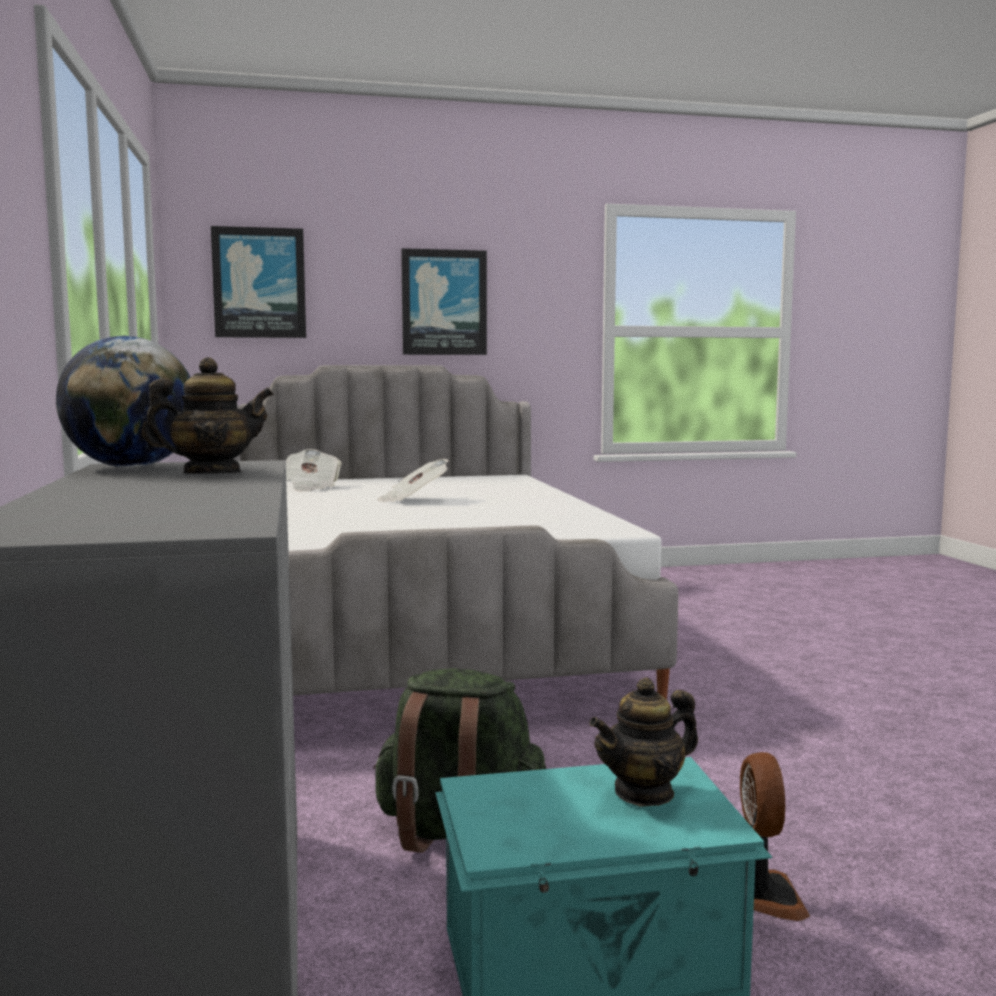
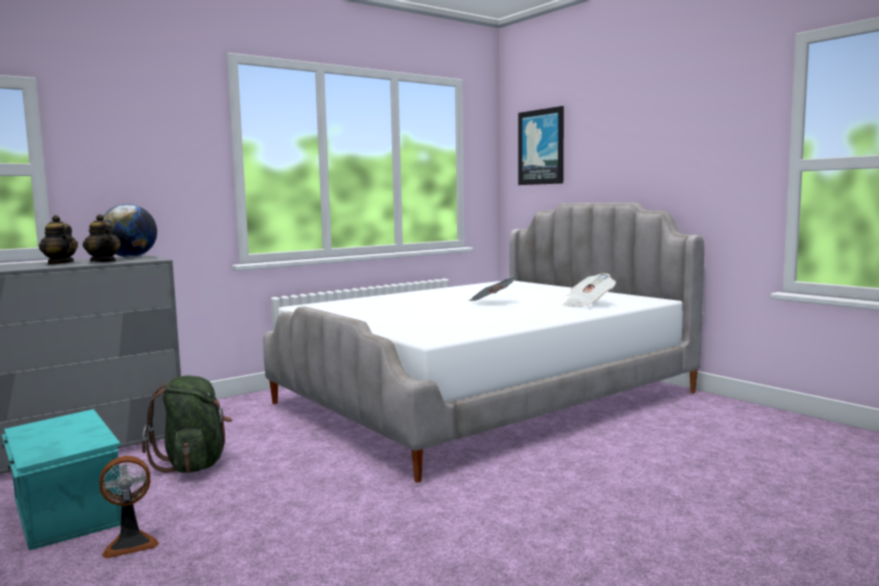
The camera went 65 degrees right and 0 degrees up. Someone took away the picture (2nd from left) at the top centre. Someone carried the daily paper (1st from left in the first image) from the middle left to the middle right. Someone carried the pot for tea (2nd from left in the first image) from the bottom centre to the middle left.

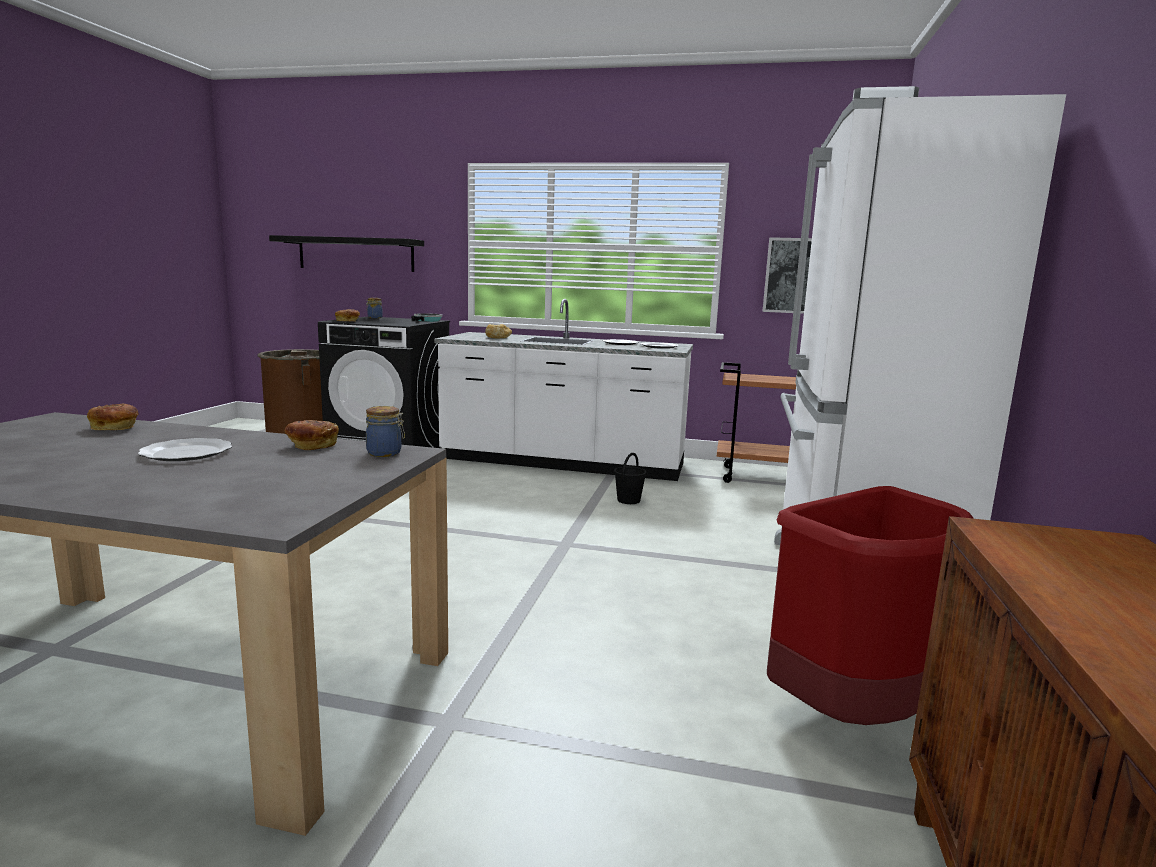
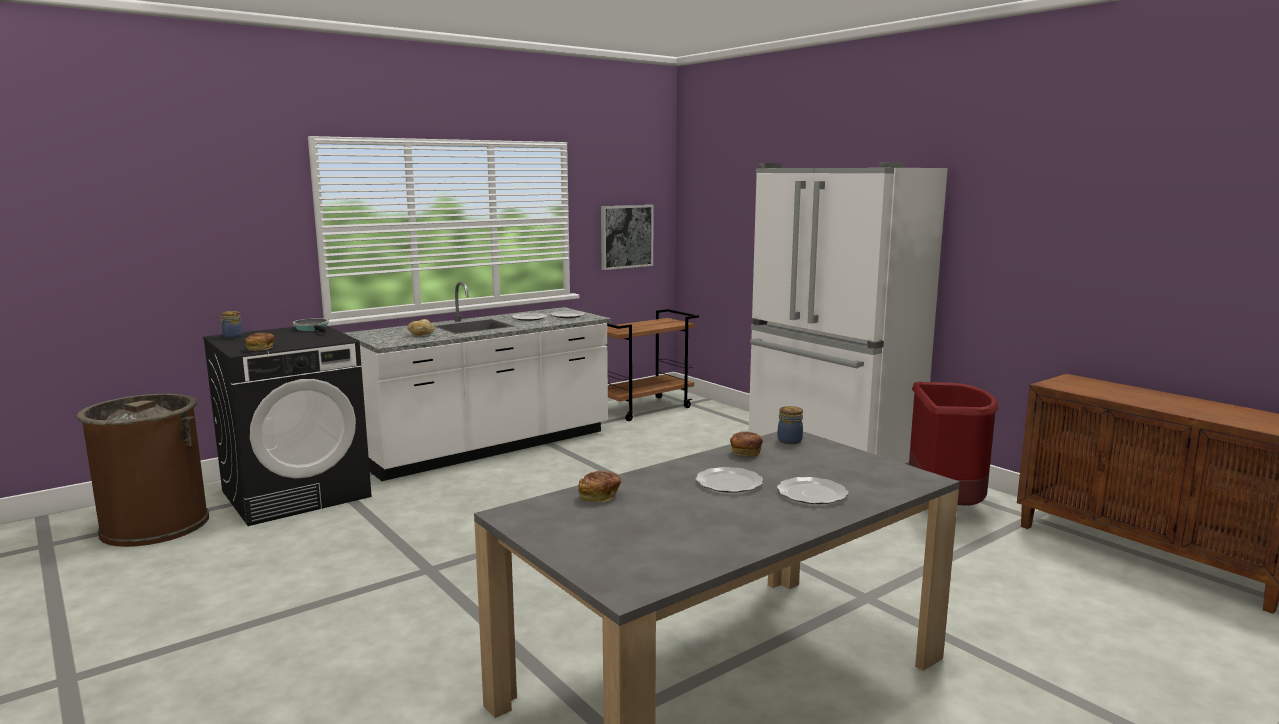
The camera went 50 degrees left and 0 degrees up. Someone took away the shelf (black-coloured) at the top left. Someone took away the bucket (black-coloured) at the centre. Someone put down the plate (4th from left) at the bottom centre.

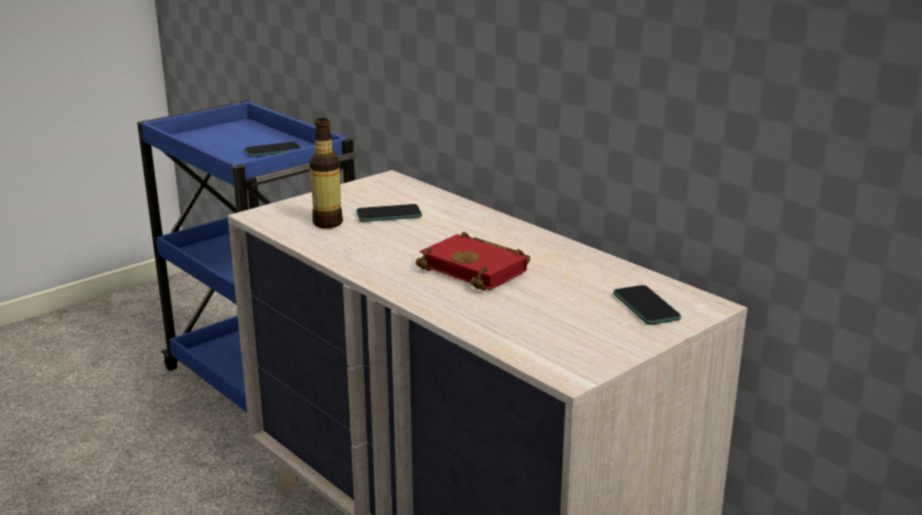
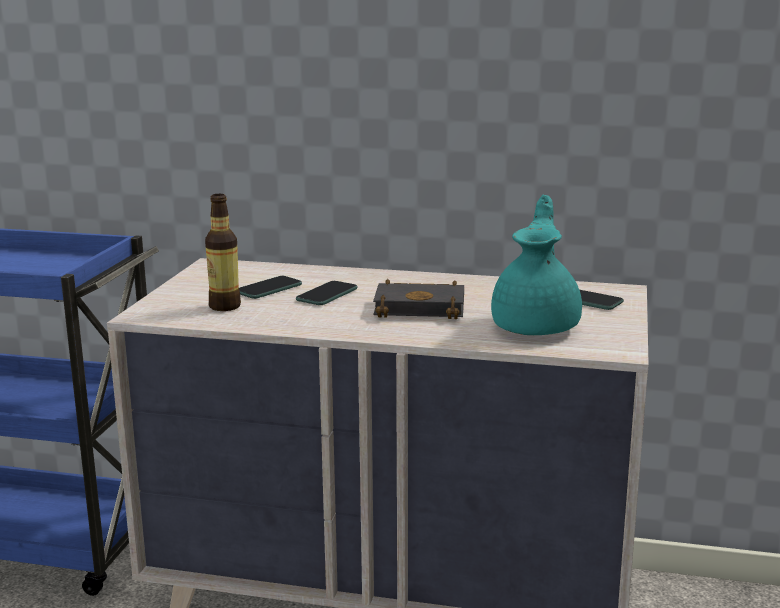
The camera went 35 degrees left and 5 degrees down. Someone put down the pot for tea (turquoise) at the middle right. Someone carried the handset (1st from left in the first image) from the top left to the centre. Someone repainted the volume (red-coloured) at the centre, which became the volume (black-coloured) at the centre.

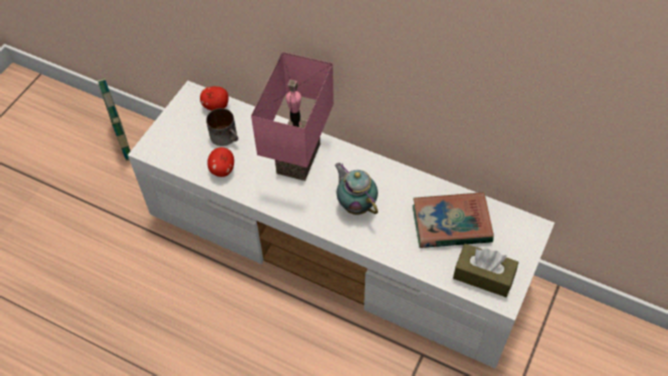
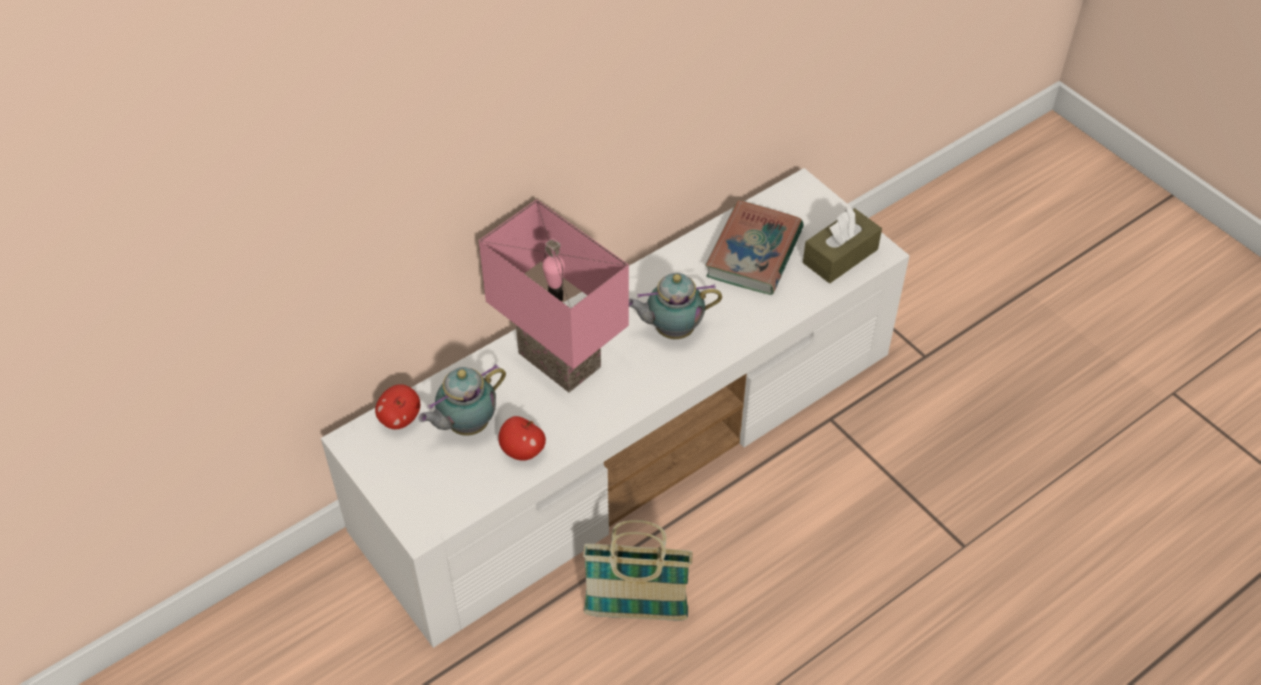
The camera went 65 degrees left and 5 degrees down. Someone carried the basket from the top left to the bottom centre. Someone swapped the coffee mug at the middle left for the pot for tea (1st from left) at the centre.

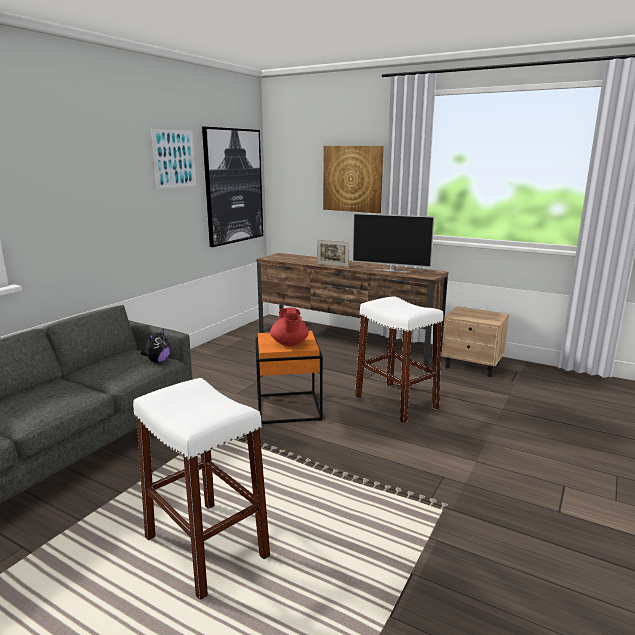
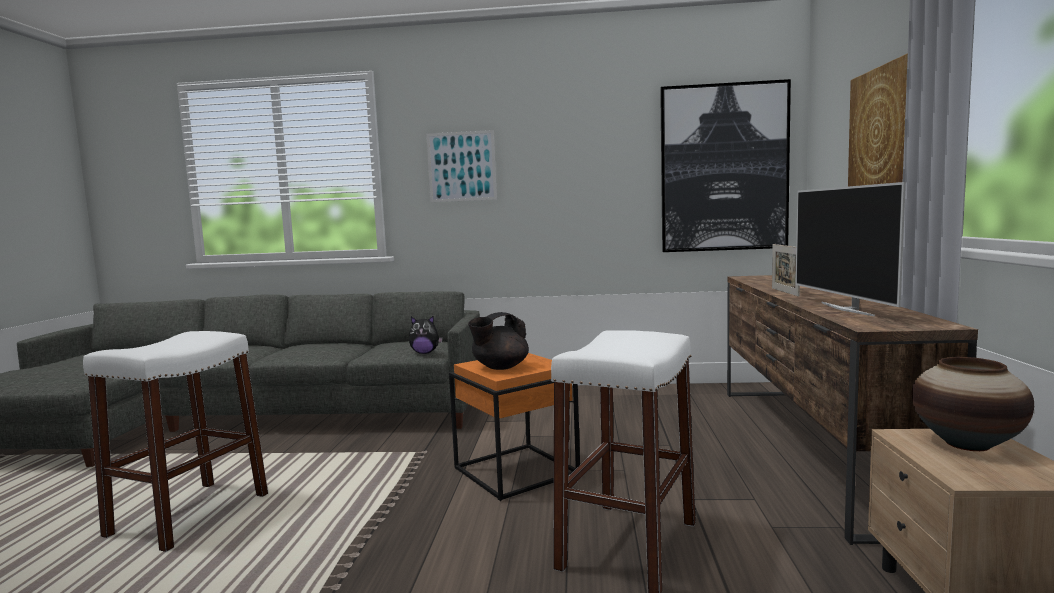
The camera went 65 degrees right and 10 degrees down. Someone put down the vase at the bottom right. Someone carried the picture (1st from left) from the top left to the top centre. Someone repainted the pot for tea (red-coloured) at the centre, which became the pot for tea (black-coloured) at the centre.

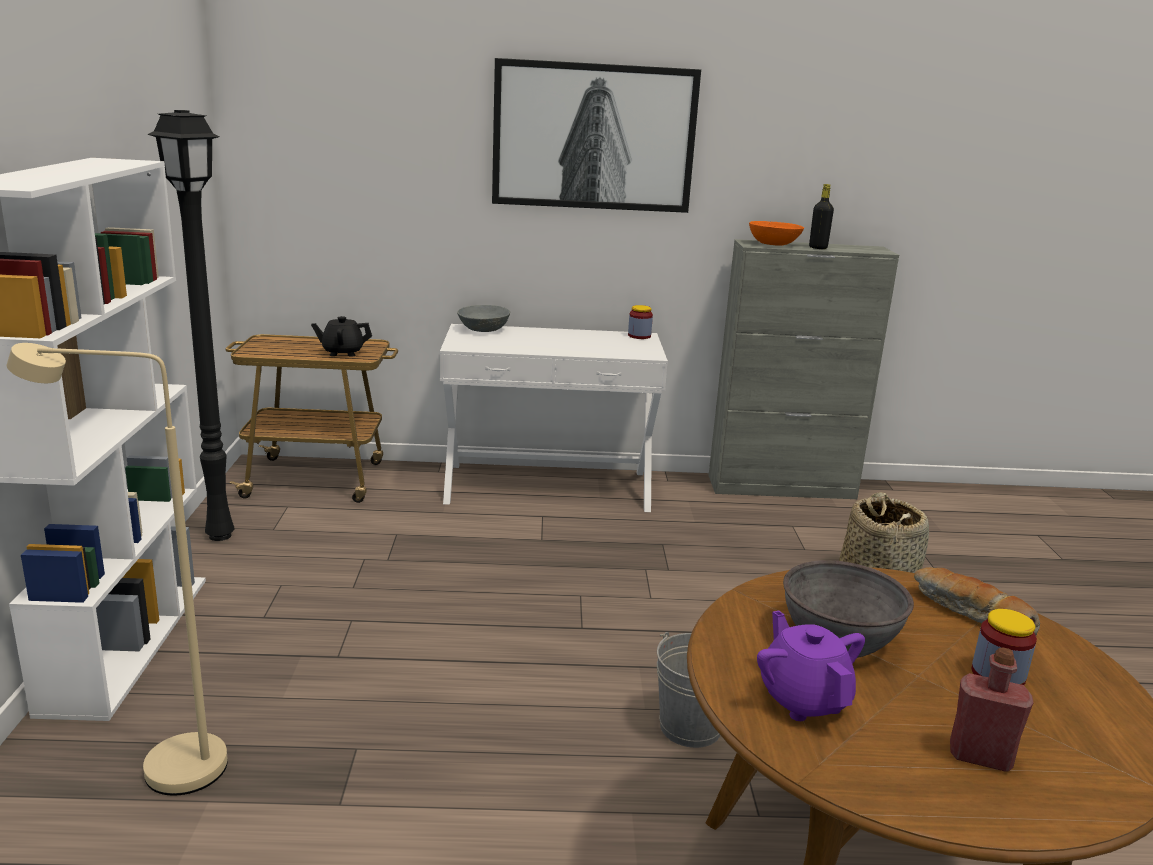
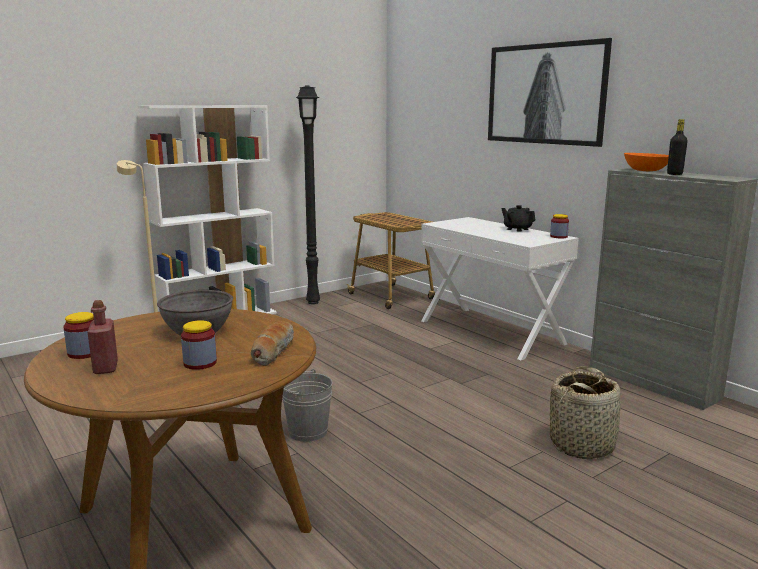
The camera went 55 degrees right and 5 degrees down. Someone took away the deep dish (gray) (1st from left) at the centre. Someone took away the pot for tea (purple) at the bottom right. Someone put down the jar (1st from left) at the middle left. Someone carried the pot for tea (black-coloured) from the middle left to the middle right.

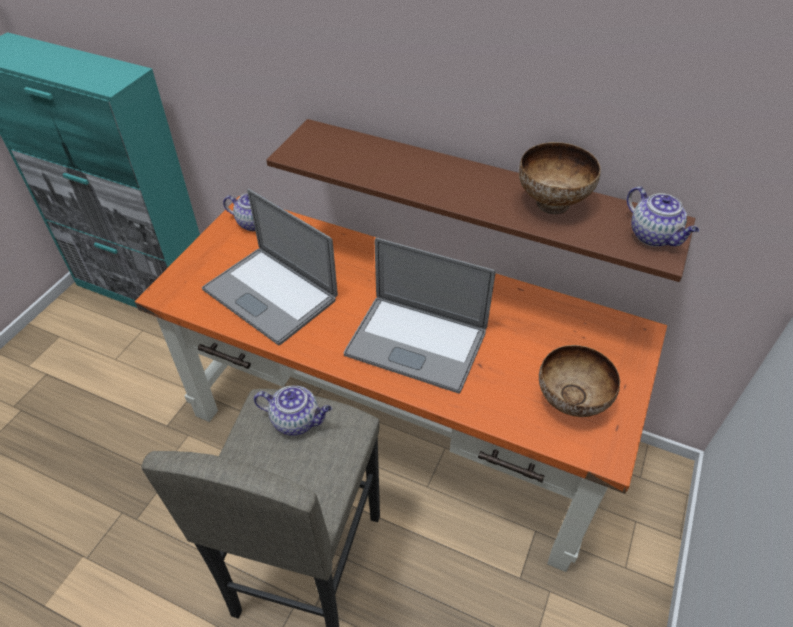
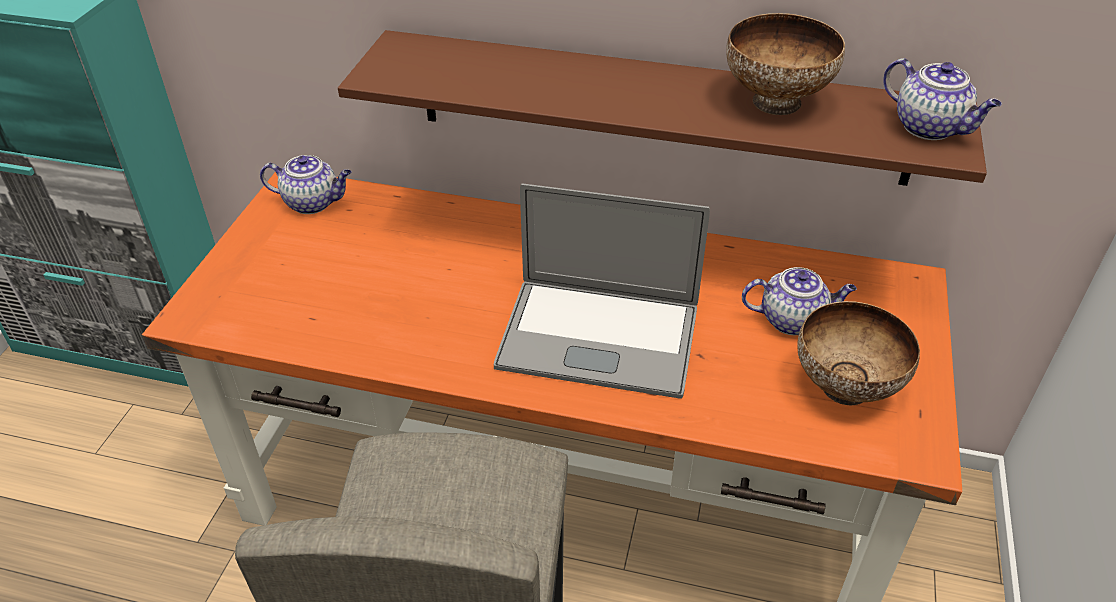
The camera went 10 degrees left and 5 degrees down. Someone took away the laptop (1st from left) at the centre. Someone carried the pot for tea (2nd from left) from the centre to the middle right.

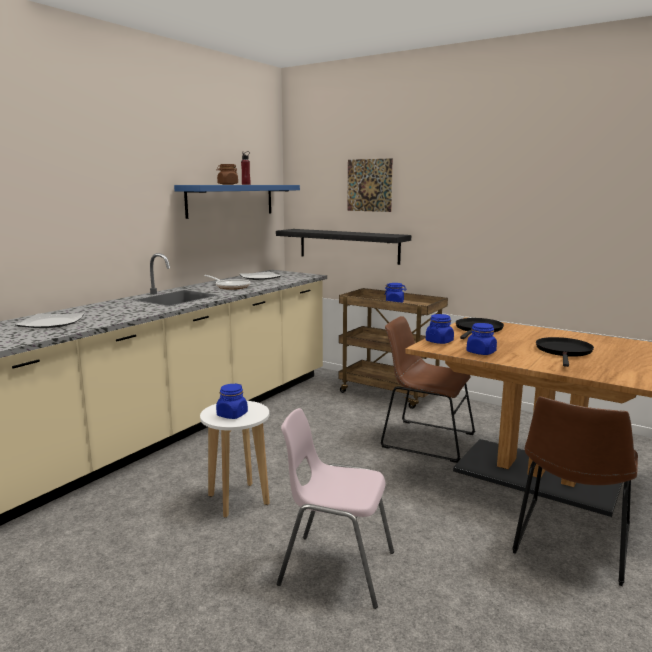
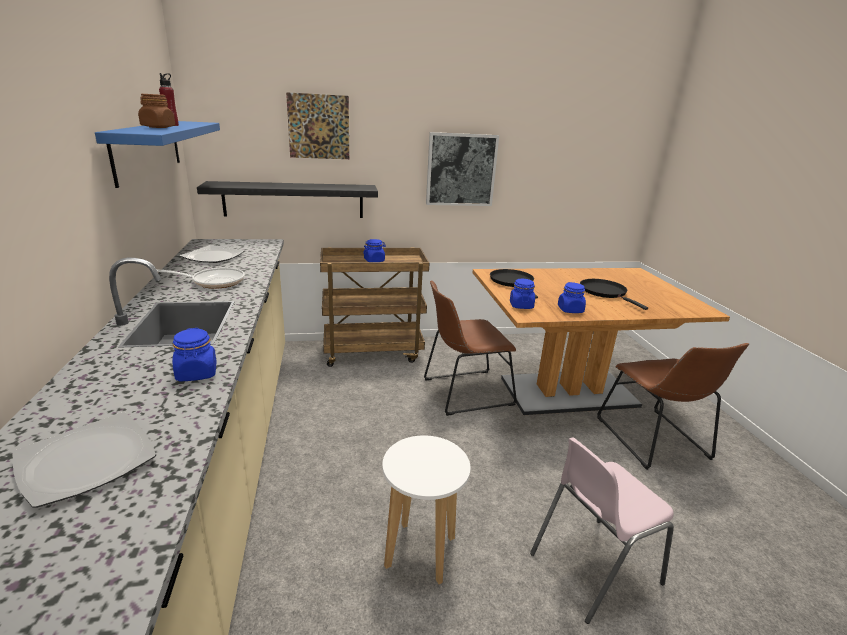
The camera went 45 degrees left and 10 degrees up. Someone put up the picture (2nd from left) at the top centre. Someone carried the jar (bluish) (1st from left) from the centre to the middle left.

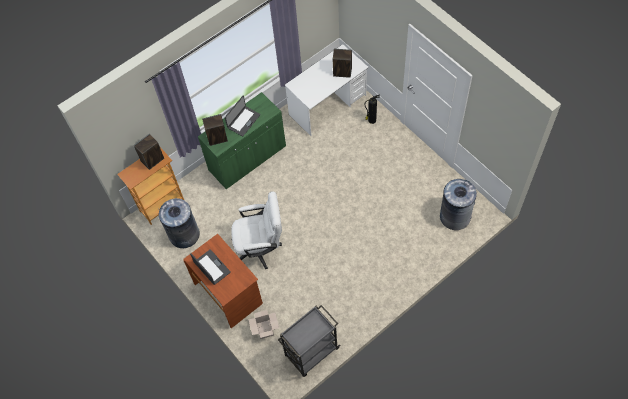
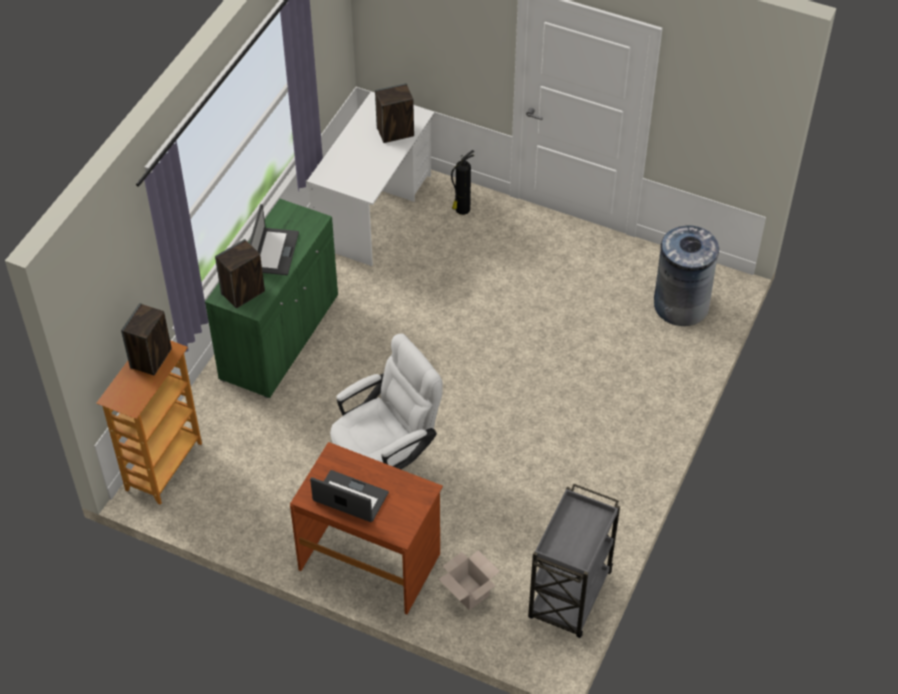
The camera went 30 degrees left and 10 degrees down. Someone took away the waste bin (gray) (1st from left) at the middle left.

